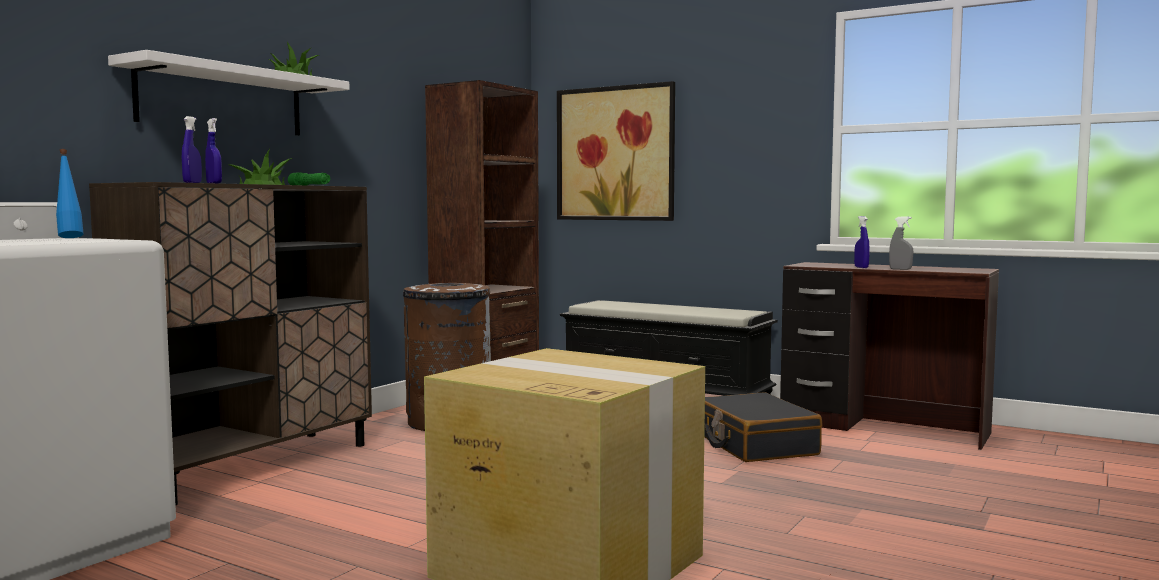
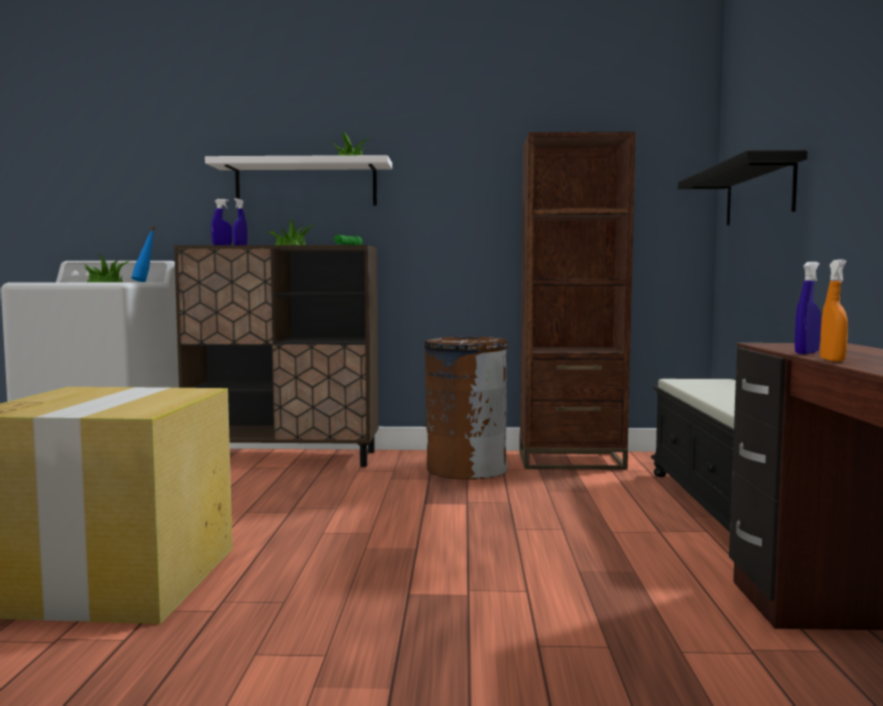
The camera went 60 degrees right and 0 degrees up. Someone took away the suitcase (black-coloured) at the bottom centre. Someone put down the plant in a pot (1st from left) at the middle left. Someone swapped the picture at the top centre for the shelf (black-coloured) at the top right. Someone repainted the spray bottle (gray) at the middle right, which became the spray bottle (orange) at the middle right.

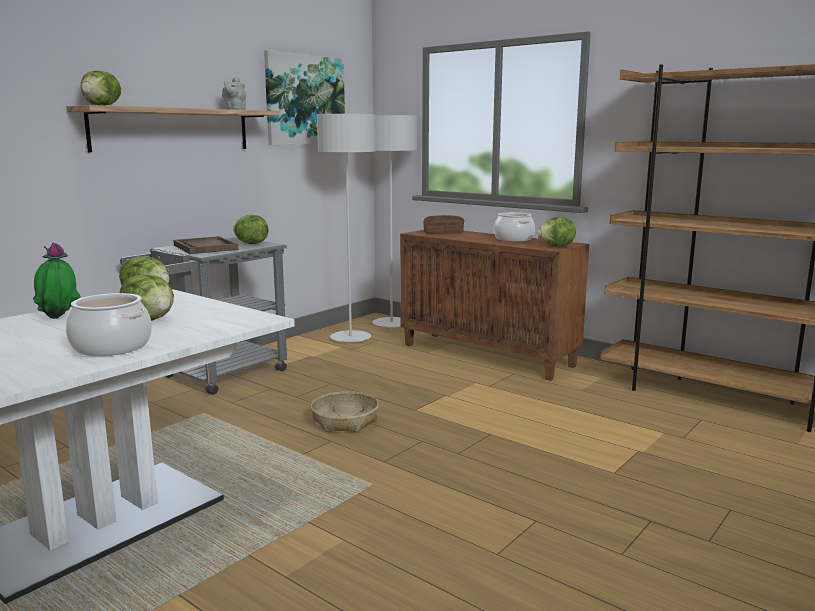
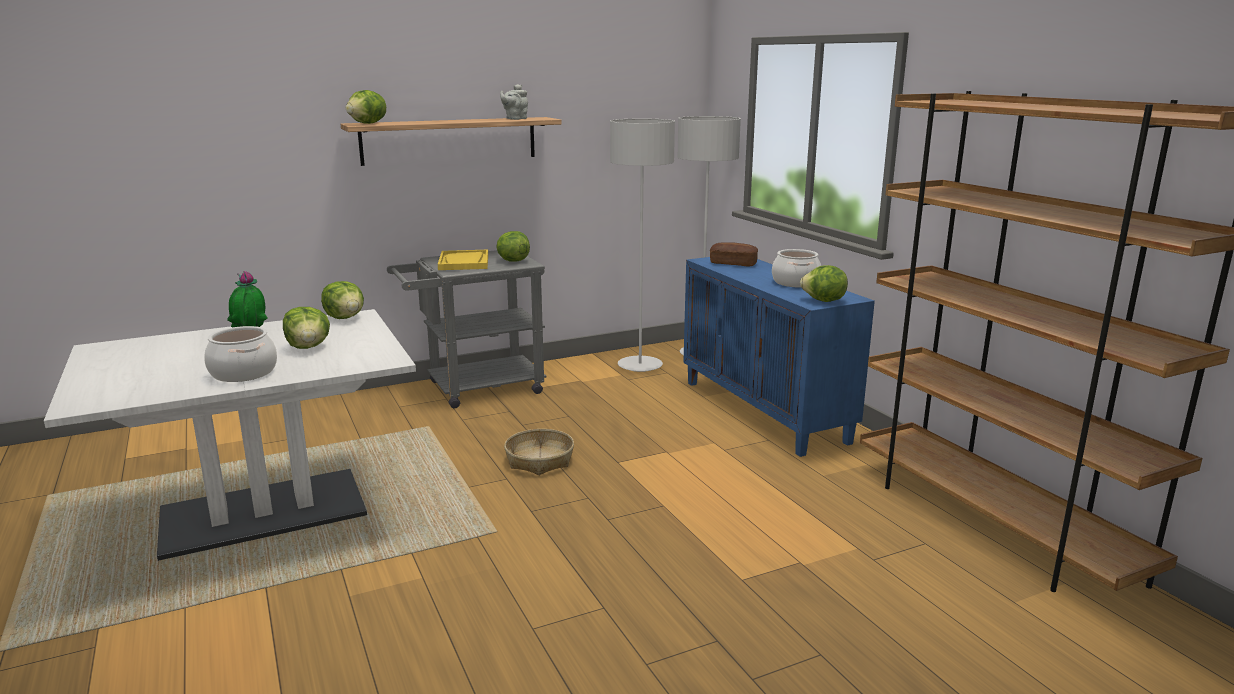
The camera went 25 degrees right and 5 degrees up. Someone took away the picture at the top centre. Someone repainted the tray (brownish) at the middle left, which became the tray (yellowish) at the centre. Someone repainted the storage cabinet (brownish) at the centre, which became the storage cabinet (bluish) at the centre.

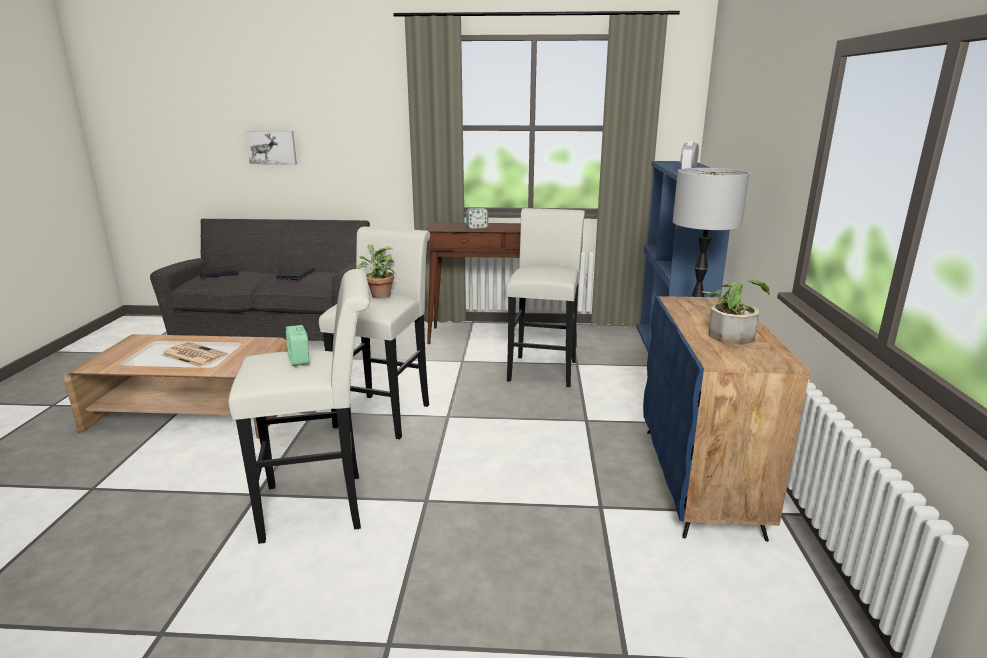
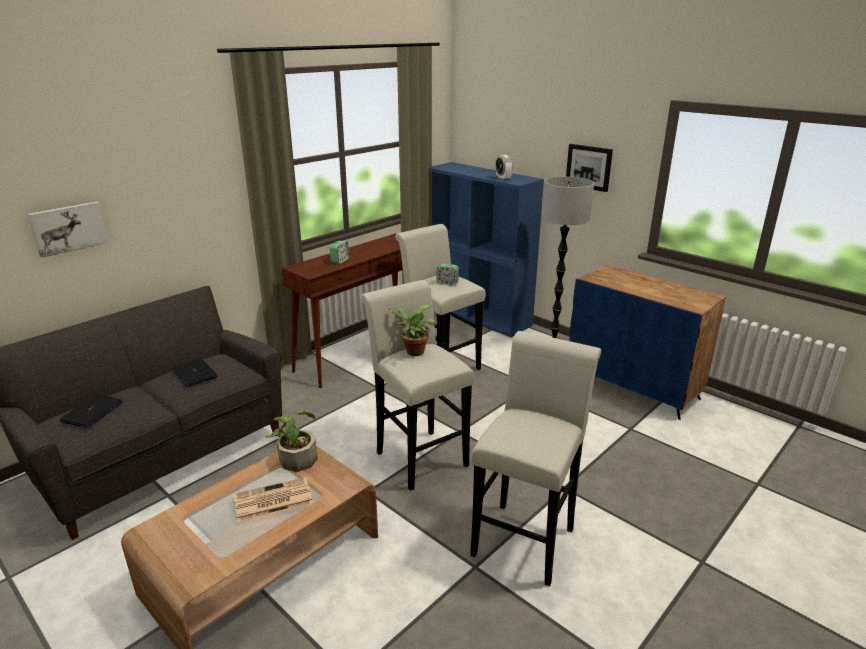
The camera went 50 degrees left and 5 degrees up. Someone put up the picture (2nd from left) at the top right. Someone carried the alarm clock (1st from left in the first image) from the middle left to the centre. Someone carried the plant in a pot (2nd from left in the first image) from the middle right to the bottom centre.

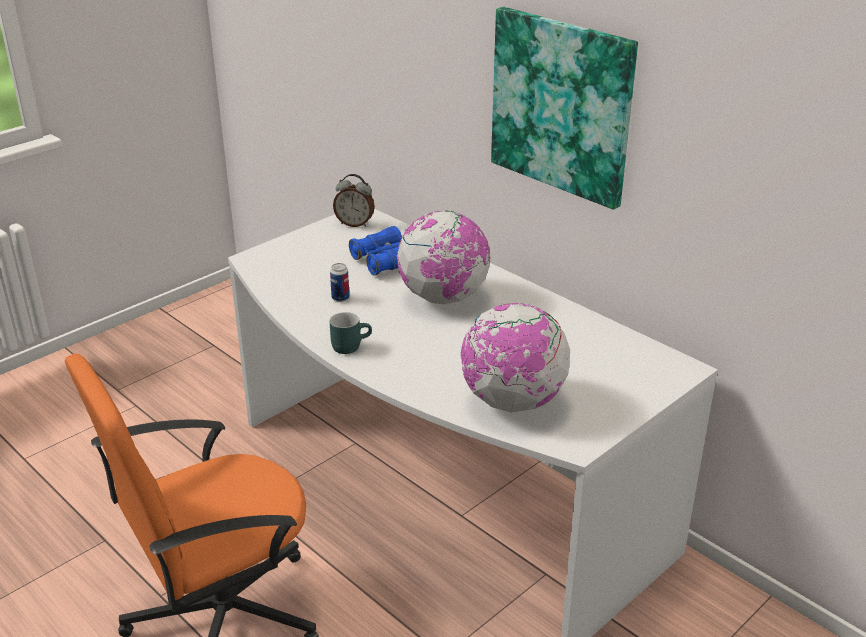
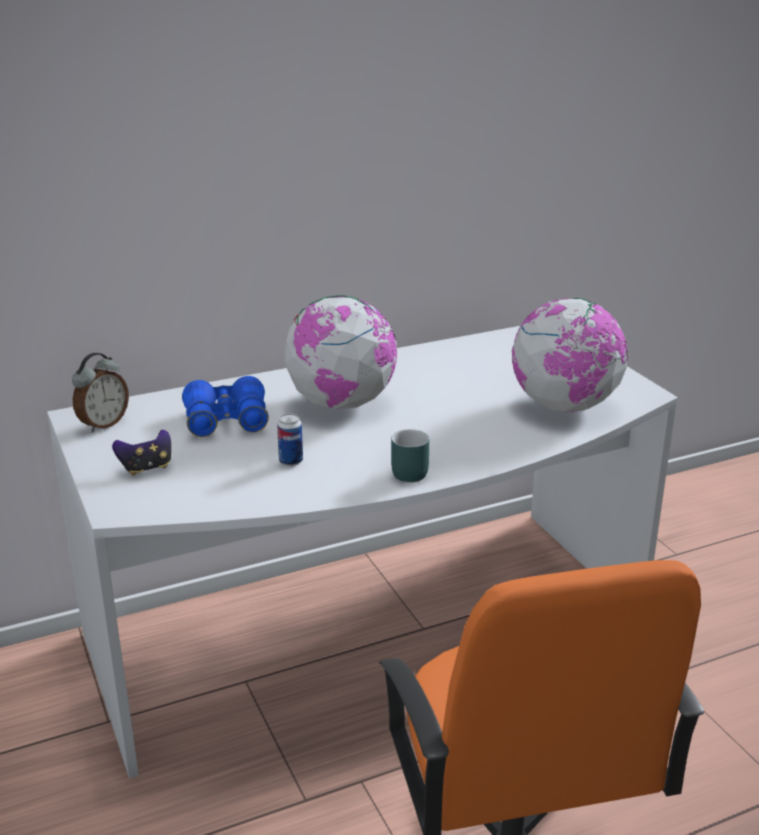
The camera went 70 degrees left and 5 degrees down. Someone took away the picture at the top centre. Someone put down the joypad at the middle left.

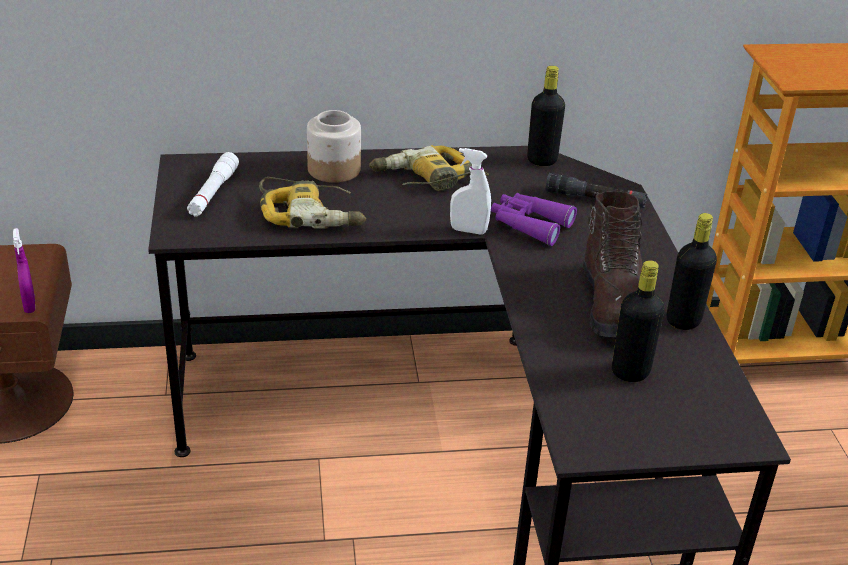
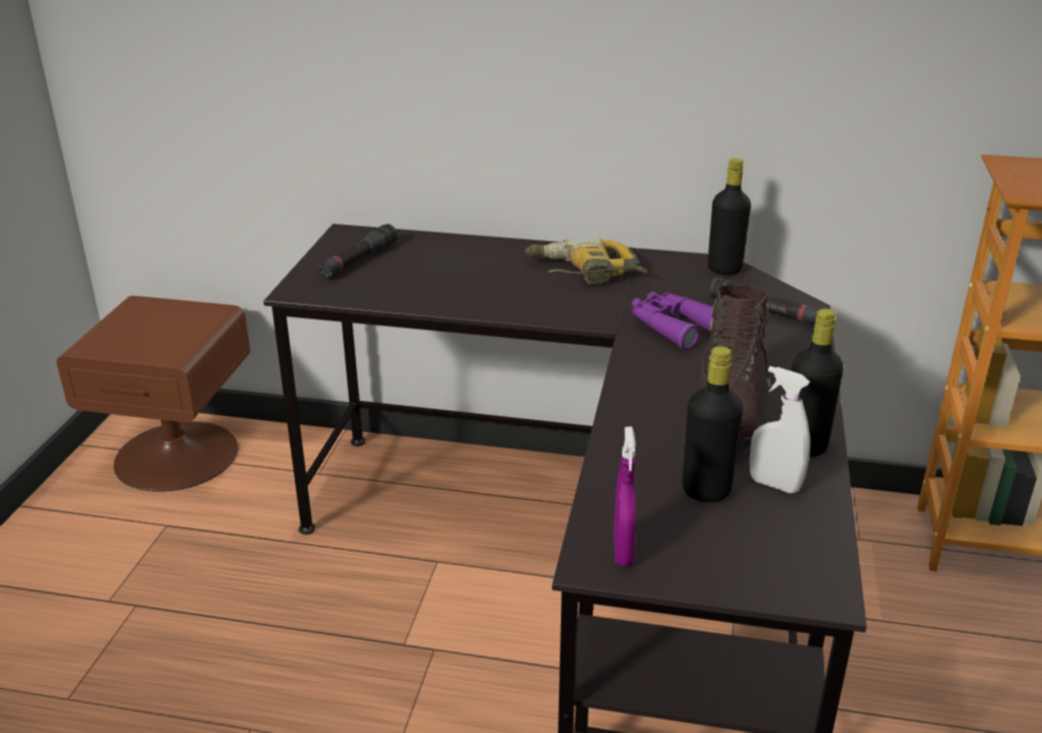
The camera went 20 degrees right and 5 degrees down. Someone took away the power drill (1st from left) at the centre. Someone took away the jar at the top centre. Someone carried the spray bottle (purple) from the middle left to the bottom centre. Someone carried the spray bottle (white) from the centre to the middle right. Someone repainted the hand torch (white) at the top left, which became the hand torch (black-coloured) (1st from left) at the centre.

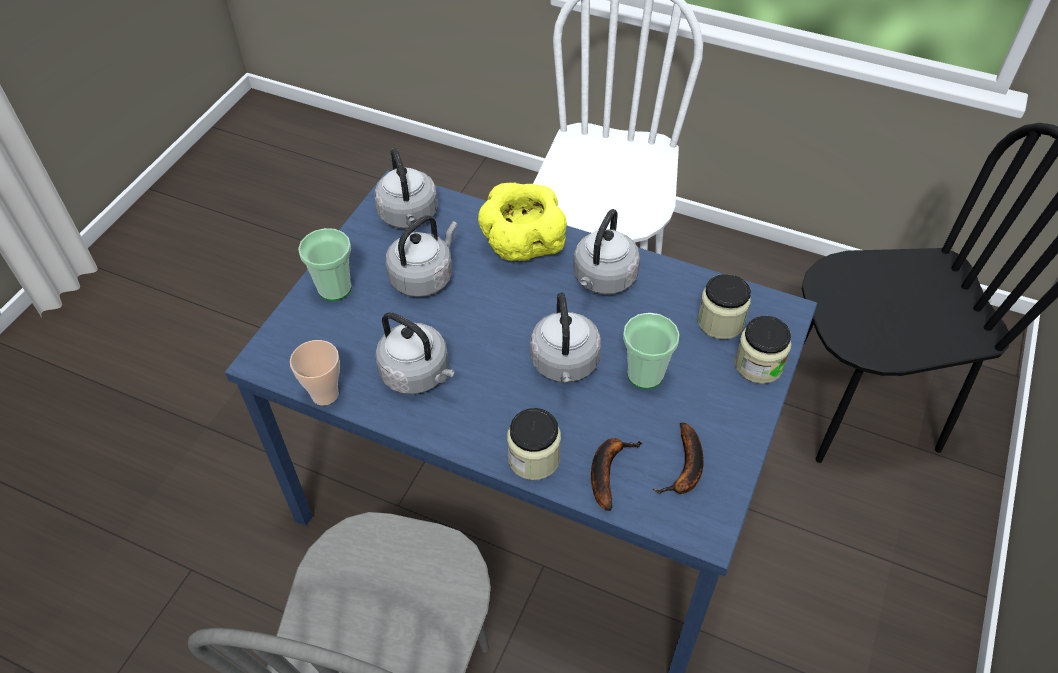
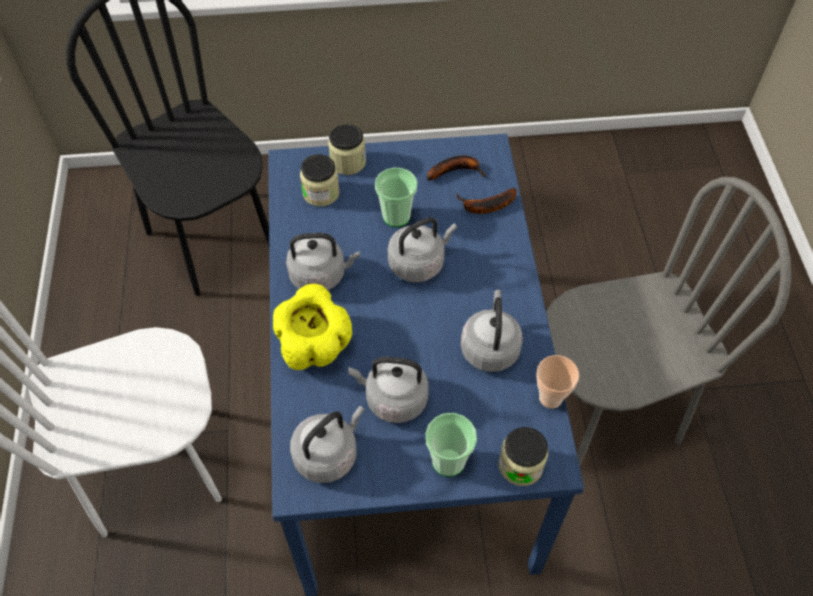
The camera went 120 degrees left and 5 degrees up. Someone carried the jar (1st from left in the first image) from the centre to the bottom centre.

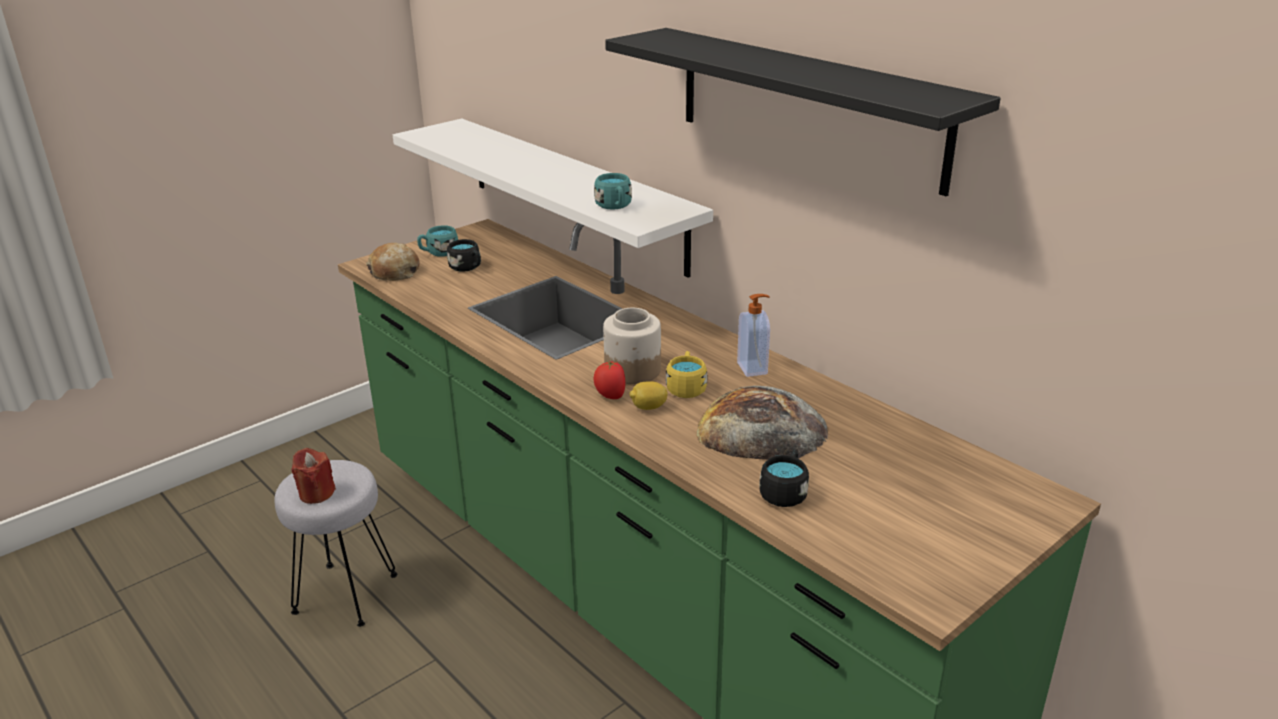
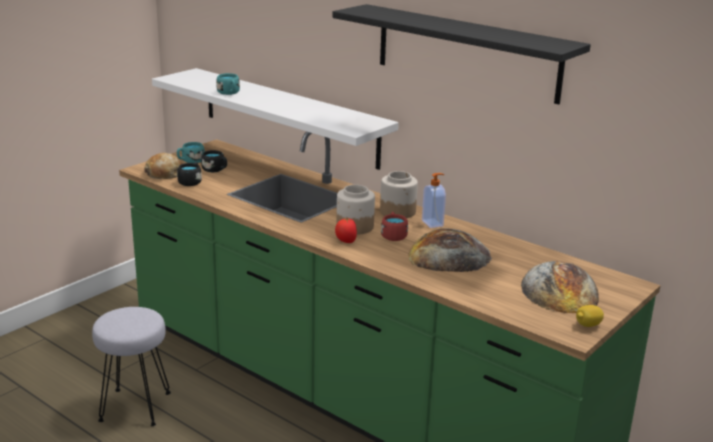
The camera went 10 degrees left and 5 degrees down. Someone took away the candle (red-coloured) at the middle left. Someone put down the jar (2nd from left) at the centre. Someone put down the baked bread (3rd from left) at the middle right. Someone carried the coffee mug (turquoise) (2nd from left) from the top centre to the top left. Someone carried the citrus fruit from the centre to the bottom right. Someone carried the coffee mug (black-coloured) (2nd from left in the first image) from the centre to the middle left. Someone repainted the coffee mug (yellowish) at the centre, which became the coffee mug (red-coloured) at the centre.

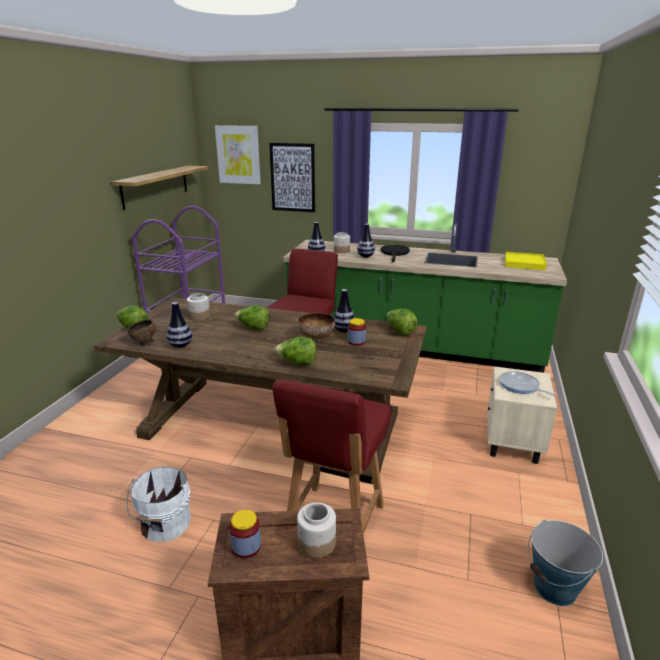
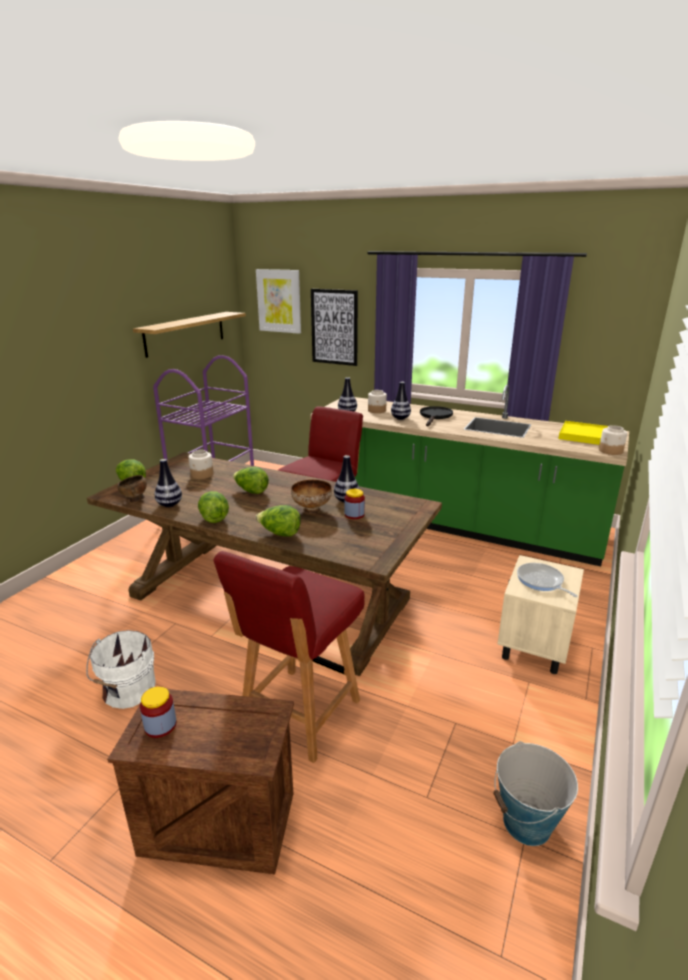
The camera went 10 degrees right and 0 degrees up. Someone carried the jar (3rd from left in the first image) from the bottom centre to the middle right. Someone carried the head of lettuce (4th from left in the first image) from the centre to the middle left.

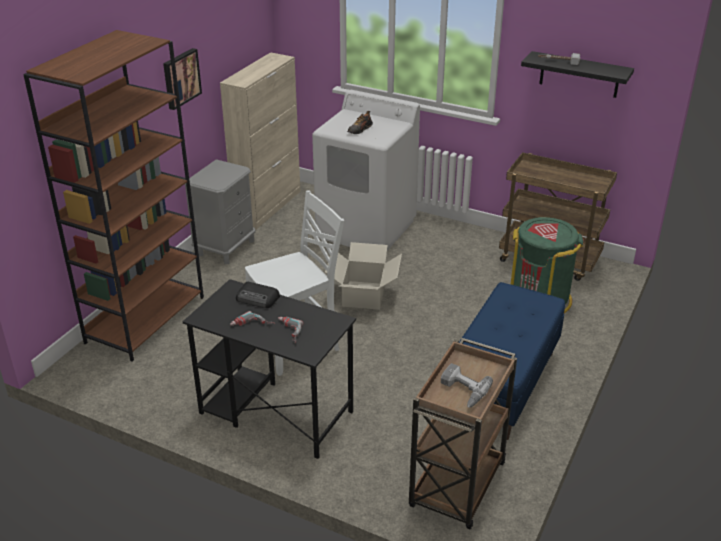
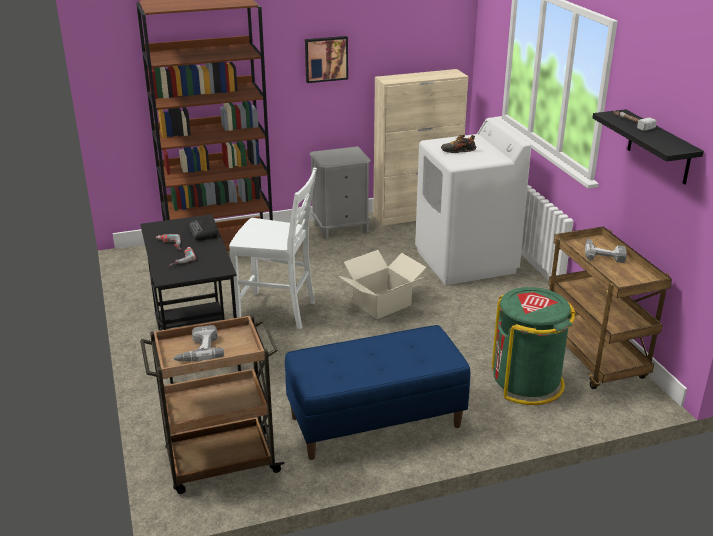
The camera went 45 degrees right and 5 degrees down. Someone put down the power drill (4th from left) at the middle right.

